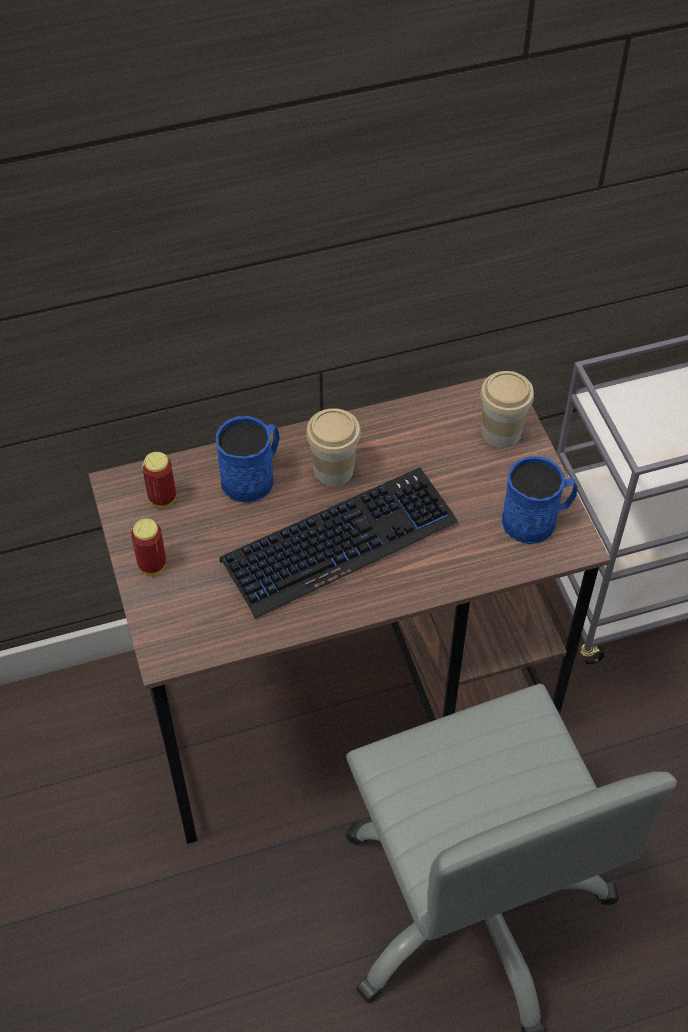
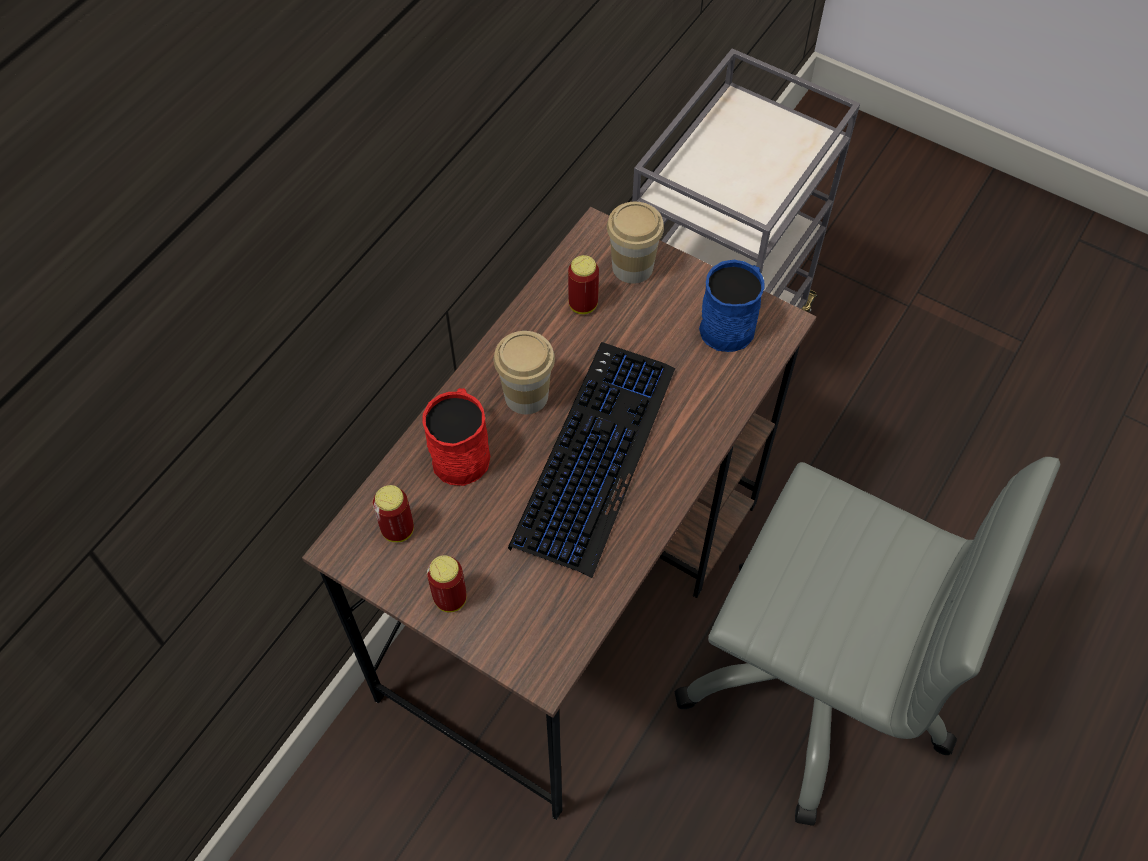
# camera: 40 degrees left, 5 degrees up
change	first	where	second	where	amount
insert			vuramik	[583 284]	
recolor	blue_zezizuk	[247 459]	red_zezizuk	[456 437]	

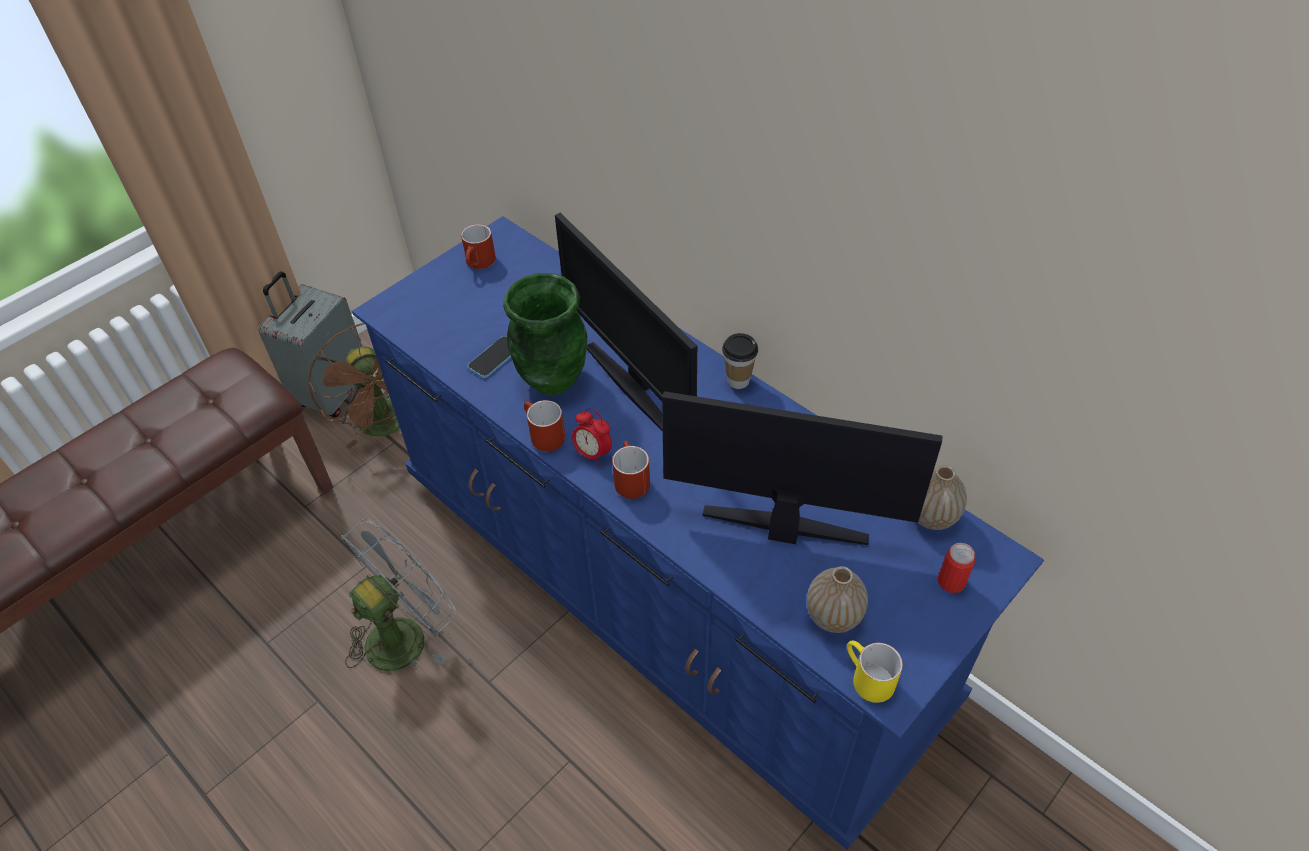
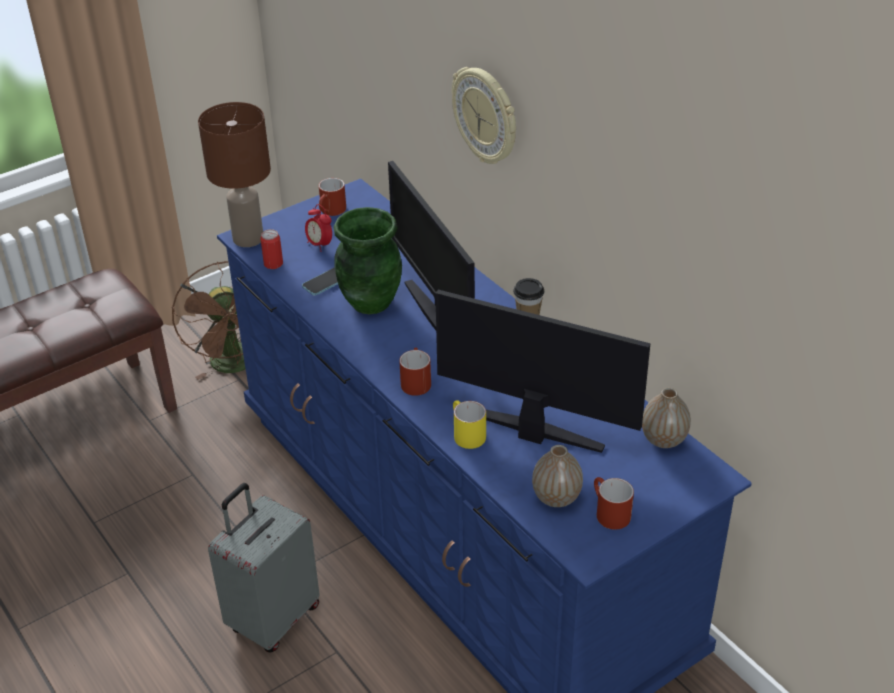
# camera: 10 degrees right, 10 degrees down
change	first	where	second	where	amount
delete	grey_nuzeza	[397 595]			
insert			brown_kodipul	[234 174]	
insert			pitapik	[484 115]	
move	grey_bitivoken	[310 344]		[264 568]	
move	red_zezizuk	[544 426]		[614 503]	
move	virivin	[592 437]		[318 228]	
move	yellow_zezizuk	[875 671]		[469 424]	
move	vuramik	[956 568]		[272 249]	

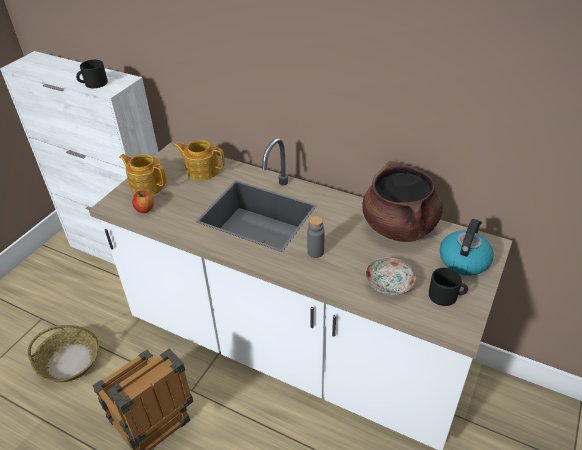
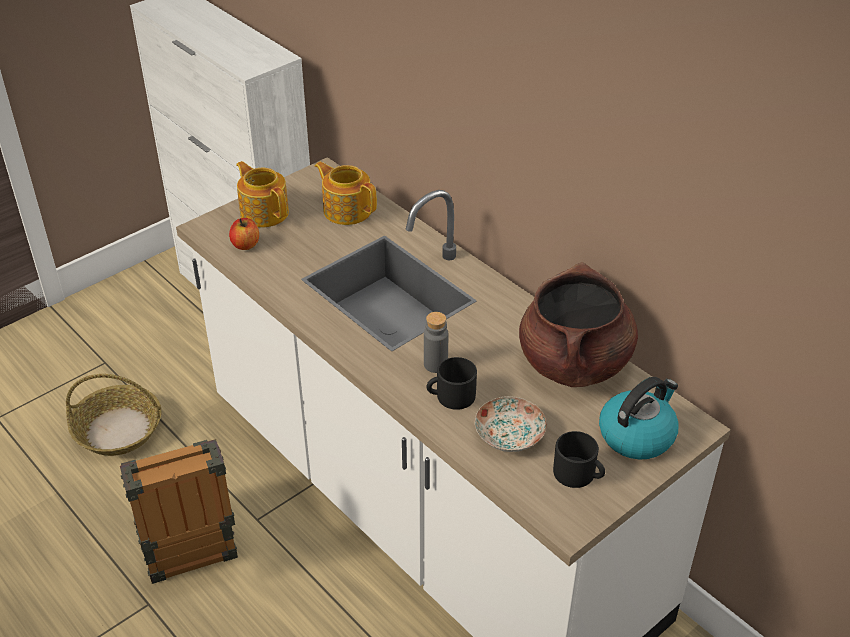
# camera: 20 degrees right, 0 degrees up
change	first	where	second	where	amount
move	black_zezizuk	[92 74]		[452 383]	

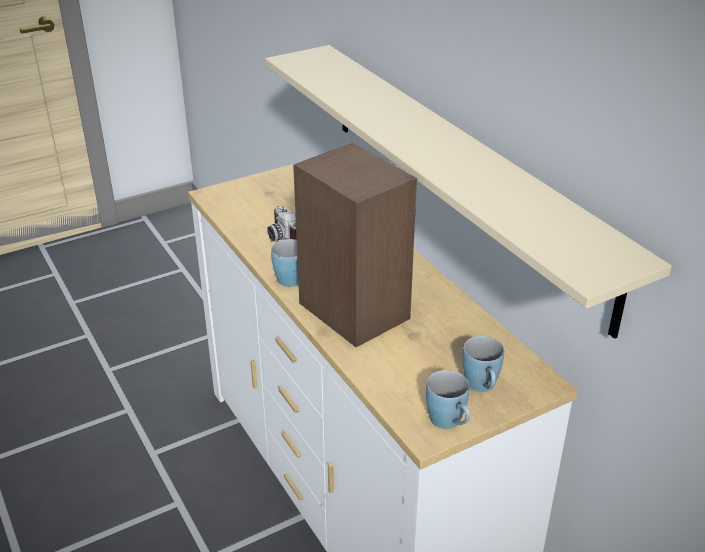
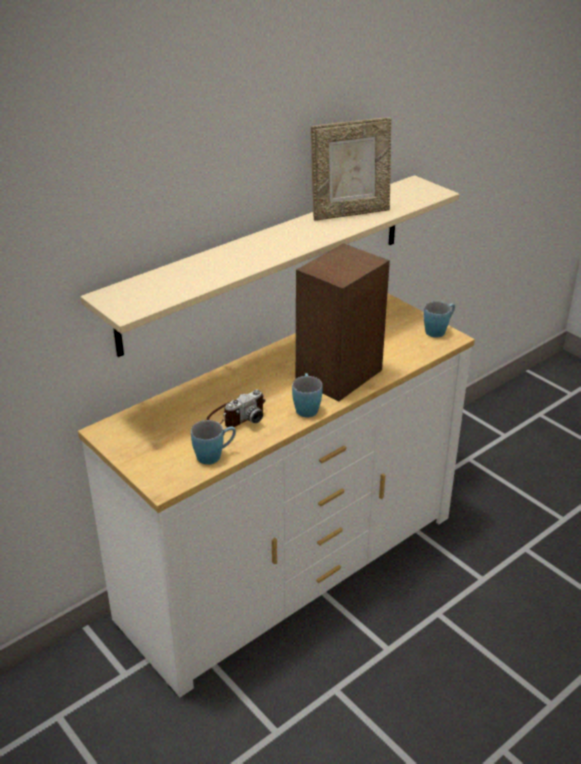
# camera: 100 degrees left, 0 degrees up
change	first	where	second	where	amount
insert			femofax	[351 169]	
move	blue_zezizuk	[483 364]		[213 442]	

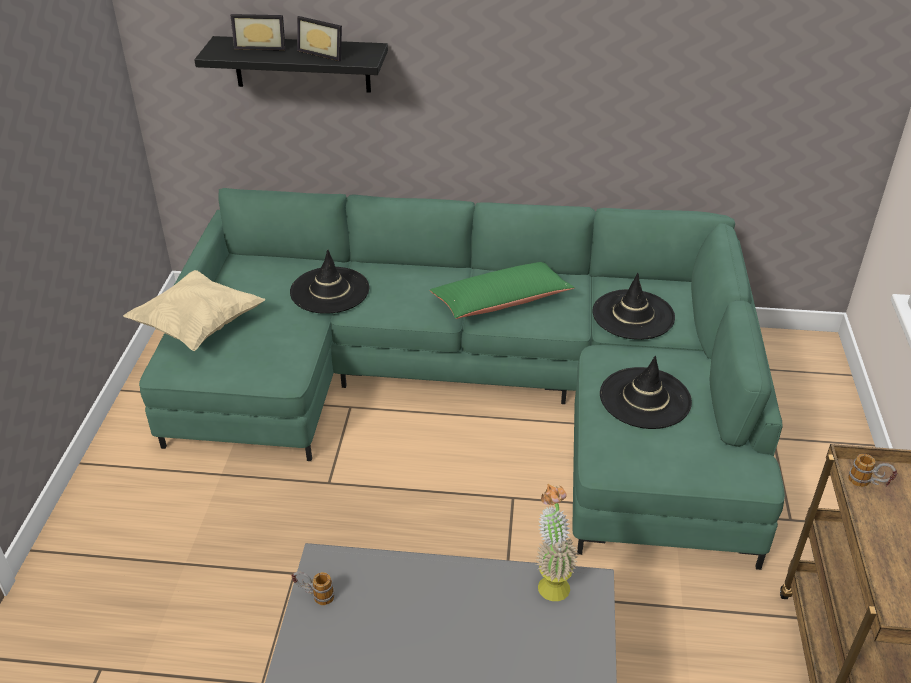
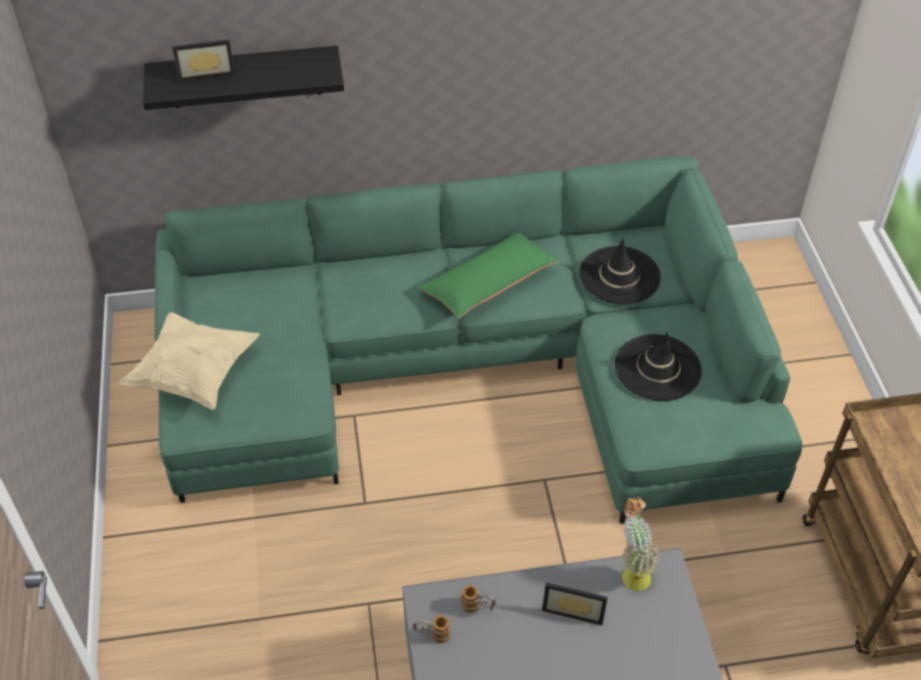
# camera: 15 degrees left, 10 degrees up
change	first	where	second	where	amount
delete	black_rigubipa	[329 281]			
move	femofax	[319 38]		[575 604]	
move	zezizuk	[872 470]		[478 599]	

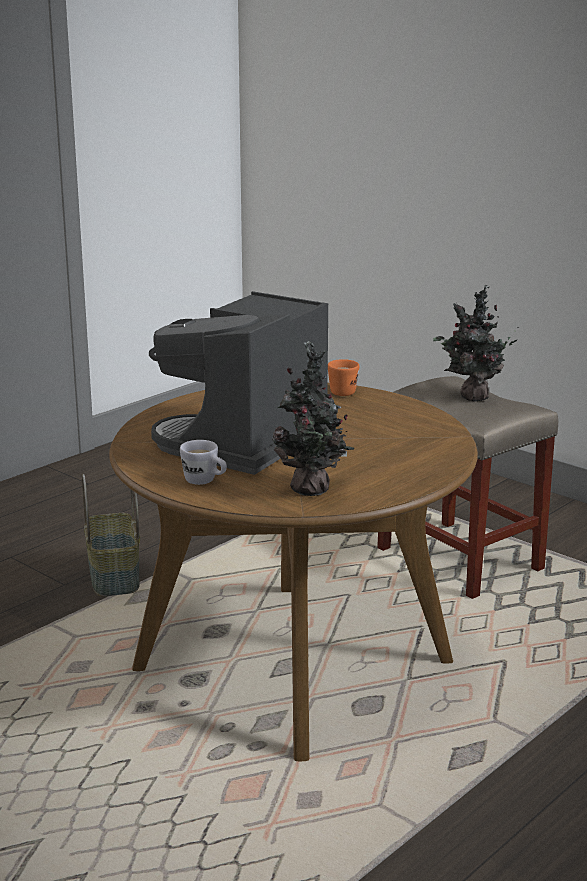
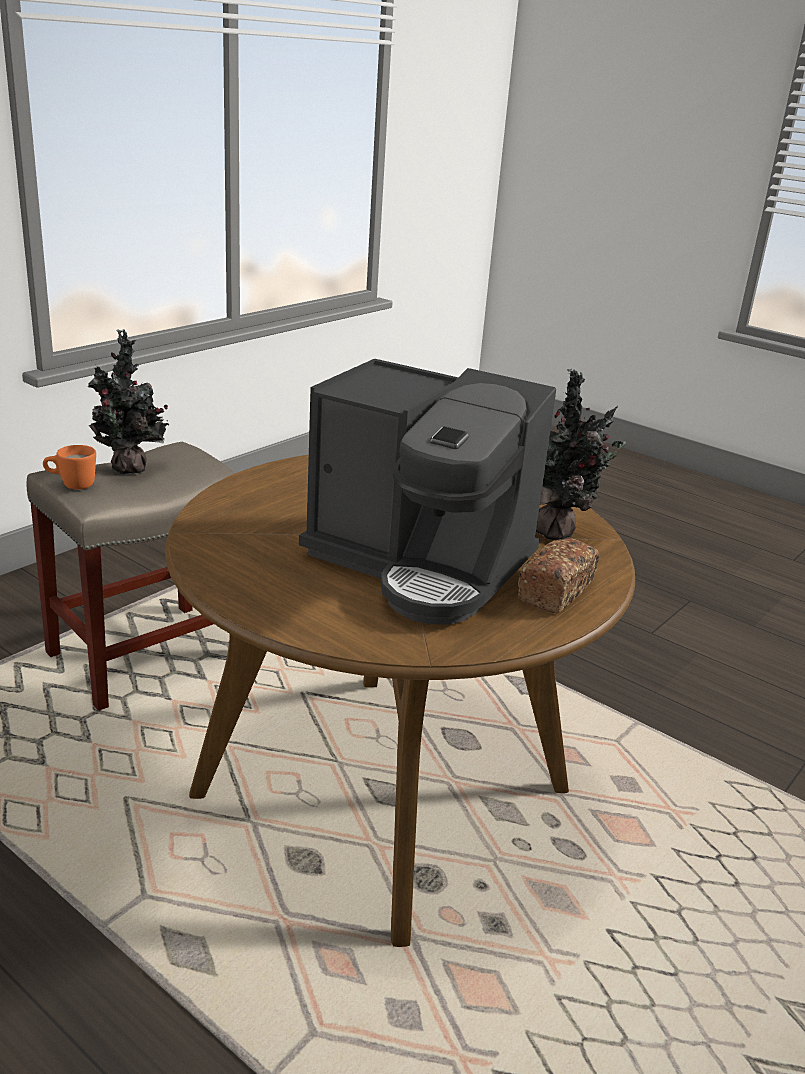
# camera: 95 degrees left, 5 degrees up
change	first	where	second	where	amount
delete	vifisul	[111 535]			
move	orange_zezizuk	[343 377]		[69 467]	
replace	white_zezizuk	[203 462]	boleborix	[558 575]	

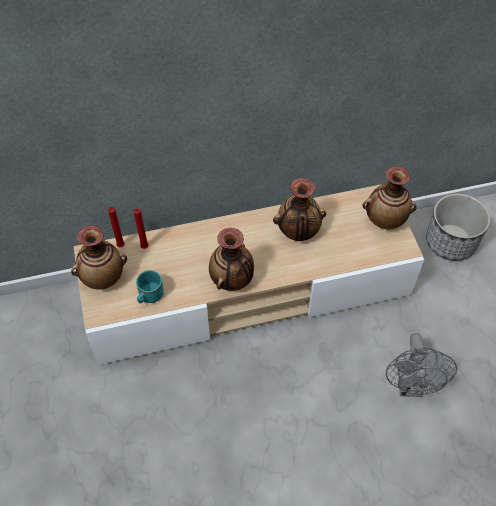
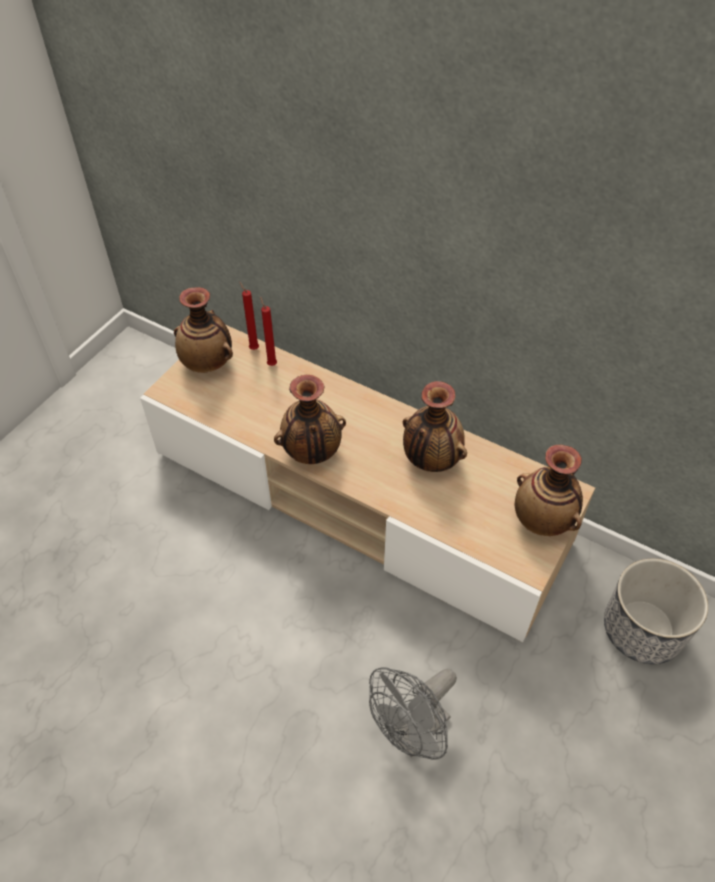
# camera: 45 degrees right, 5 degrees down
change	first	where	second	where	amount
delete	turquoise_zezizuk	[150 286]			

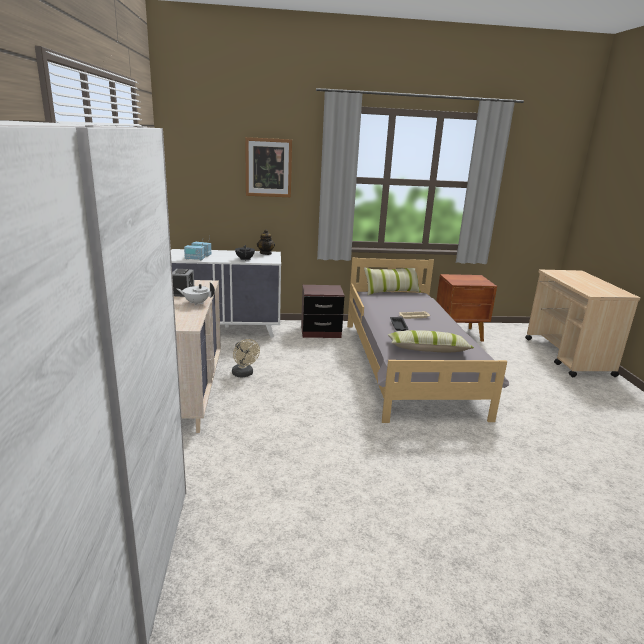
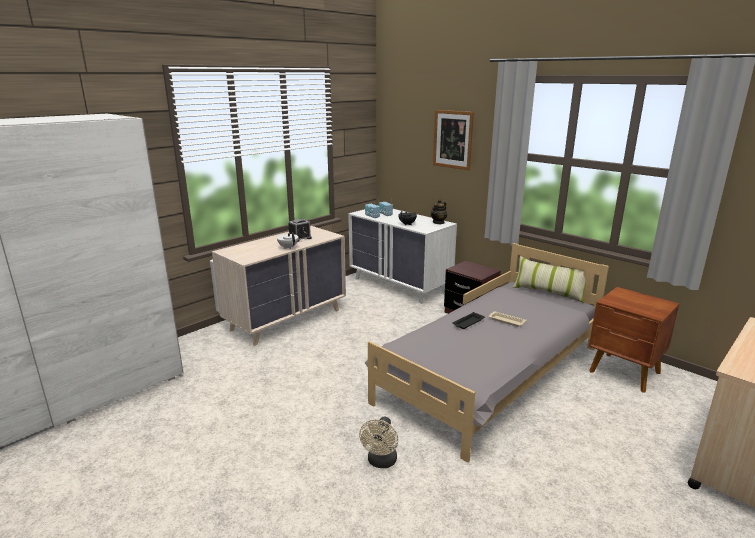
# camera: 50 degrees right, 0 degrees up
change	first	where	second	where	amount
delete	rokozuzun	[431 341]			
move	beige_nuzeza	[246 358]		[378 442]	

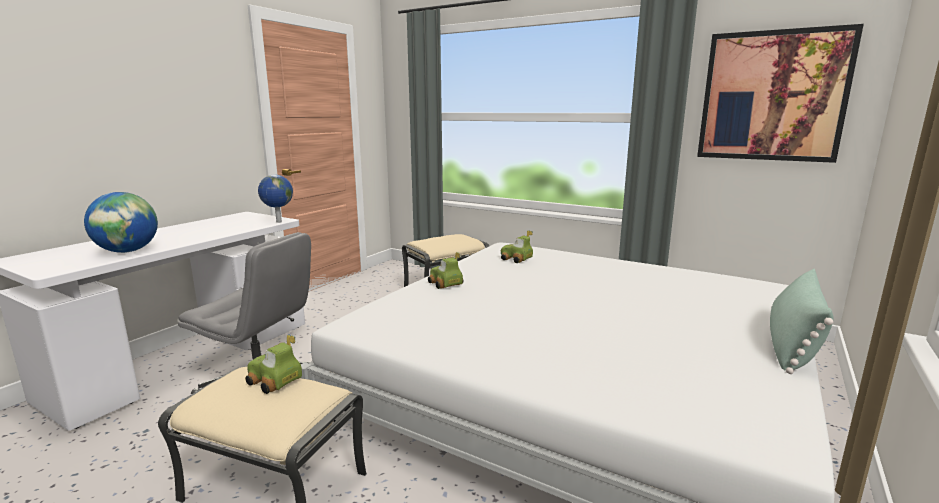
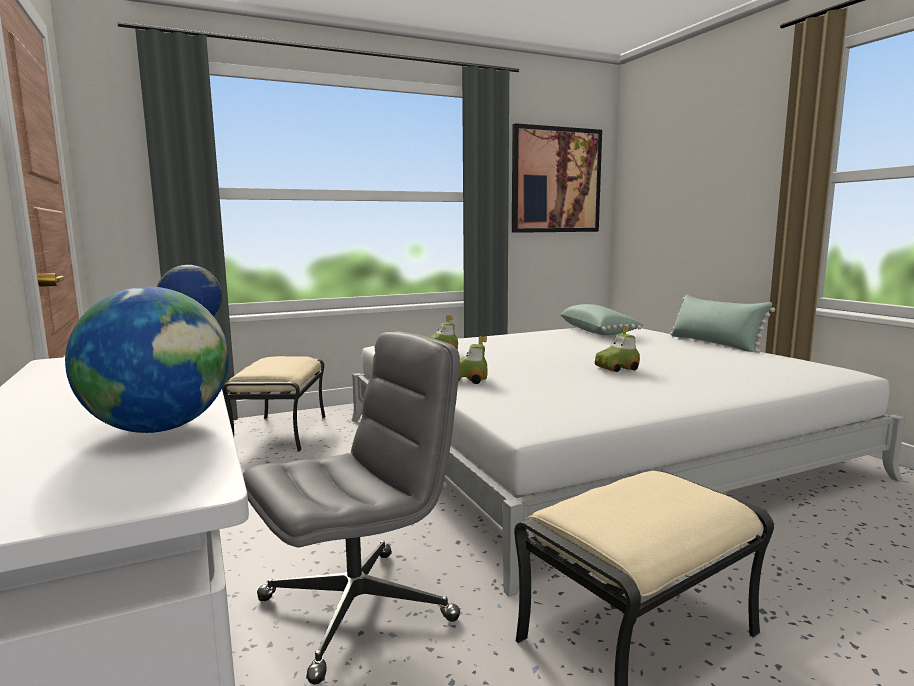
# camera: 55 degrees left, 5 degrees down
change	first	where	second	where	amount
insert			green_rokozuzun	[601 319]	
move	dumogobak	[273 364]		[617 349]	

